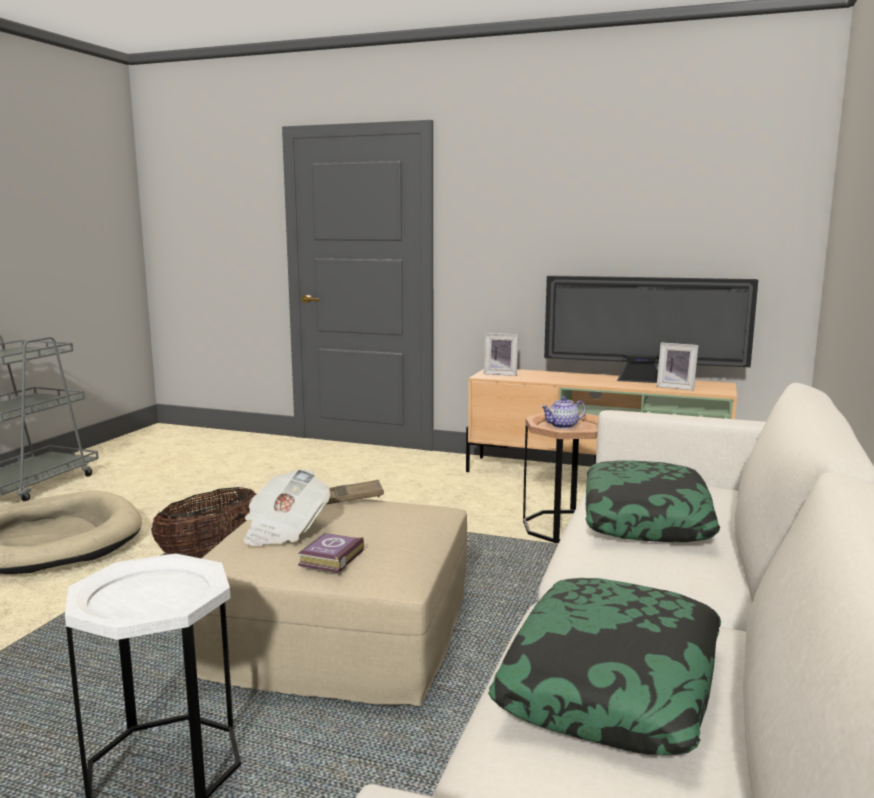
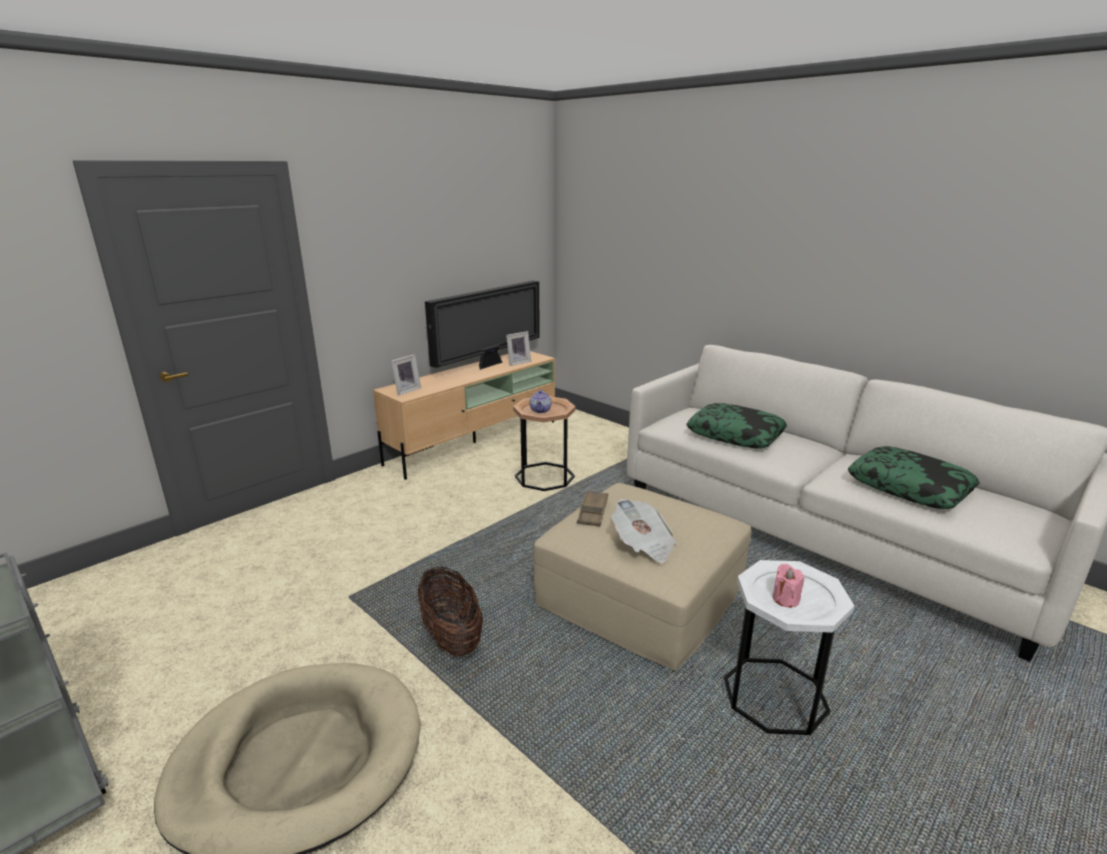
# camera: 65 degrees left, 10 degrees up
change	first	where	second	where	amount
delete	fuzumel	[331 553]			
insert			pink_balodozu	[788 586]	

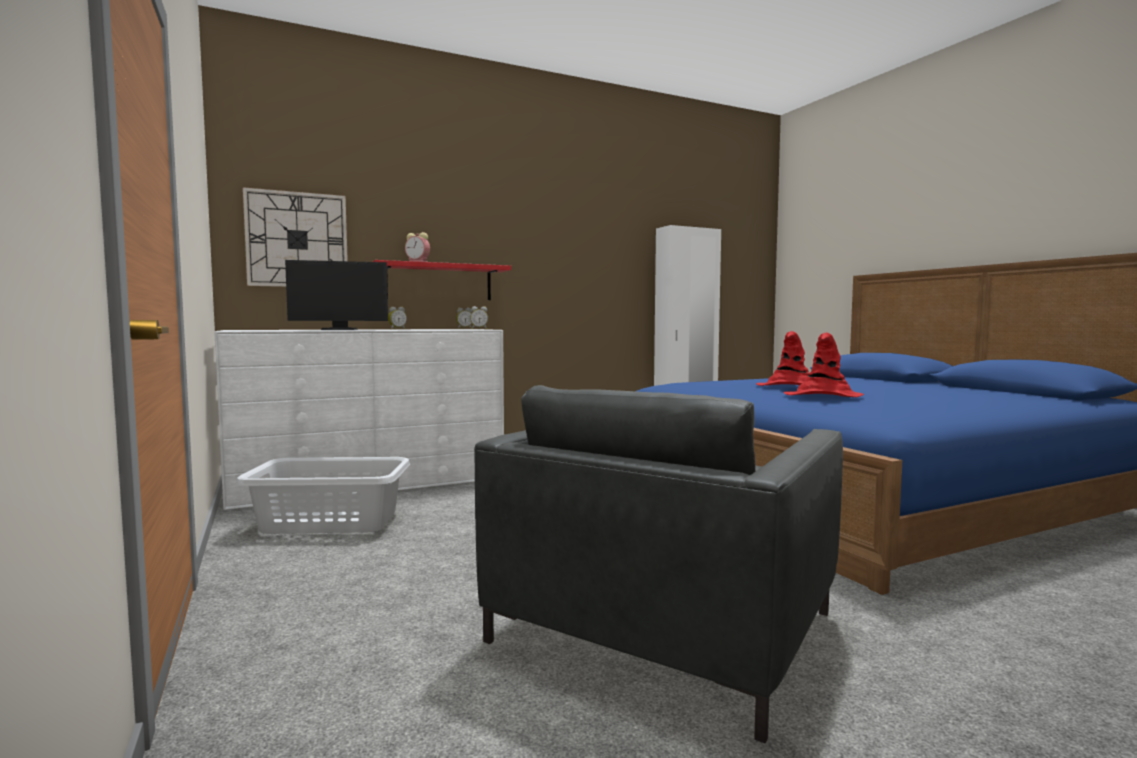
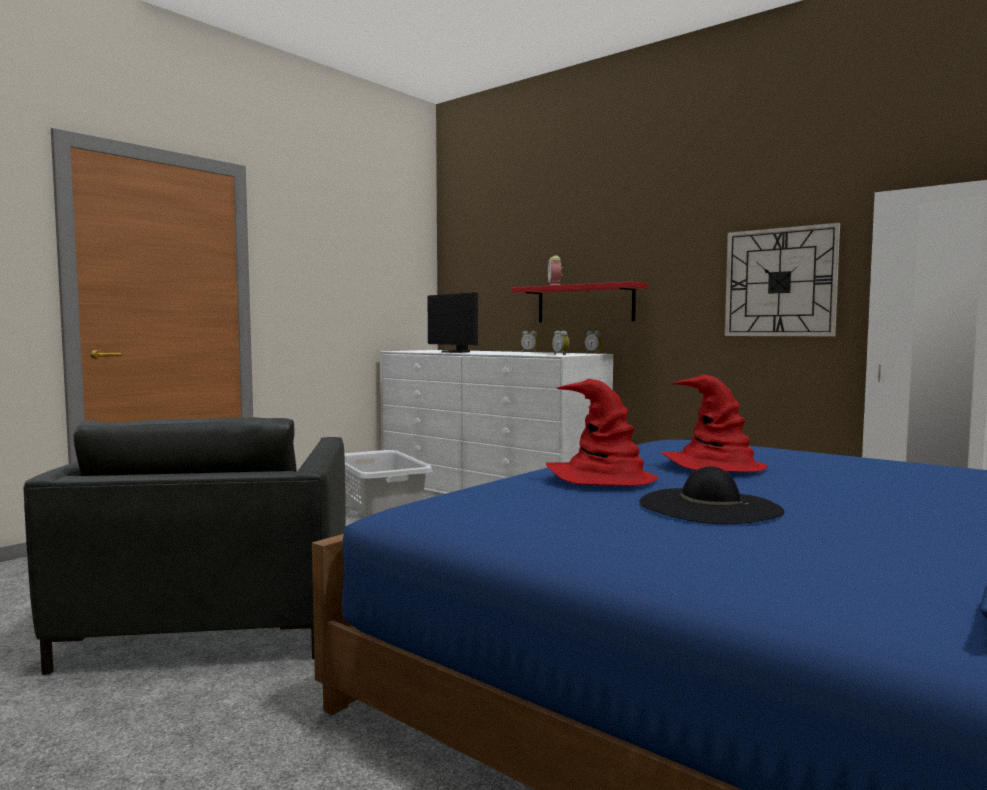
# camera: 65 degrees right, 0 degrees up
change	first	where	second	where	amount
insert			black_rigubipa	[712 495]	
move	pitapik	[295 237]		[782 279]	
rotate	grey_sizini	[658 564]		[185 546]	105 degrees counterclockwise

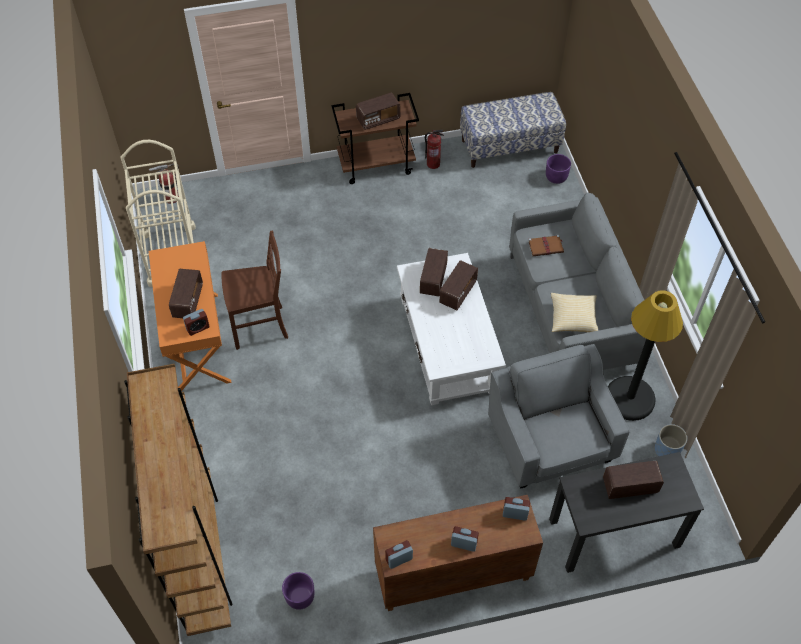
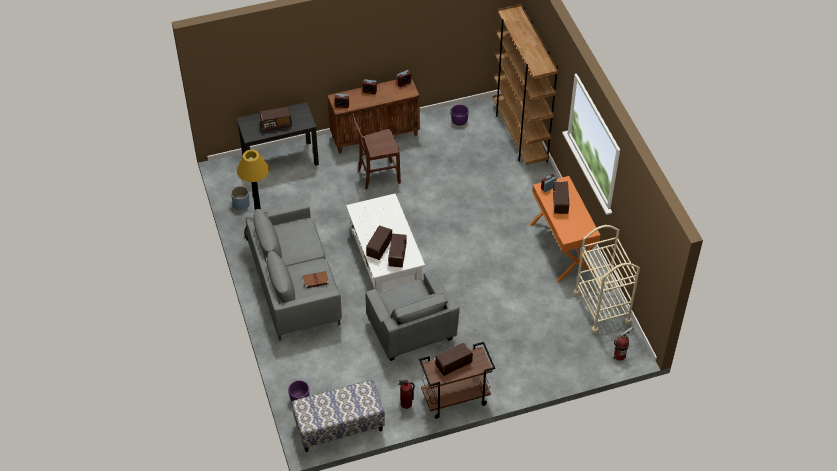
# camera: 175 degrees right, 5 degrees down
change	first	where	second	where	amount
delete	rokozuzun	[575 312]			
move	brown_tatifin	[254 290]		[376 151]	
move	grey_sizini	[559 416]		[412 315]	

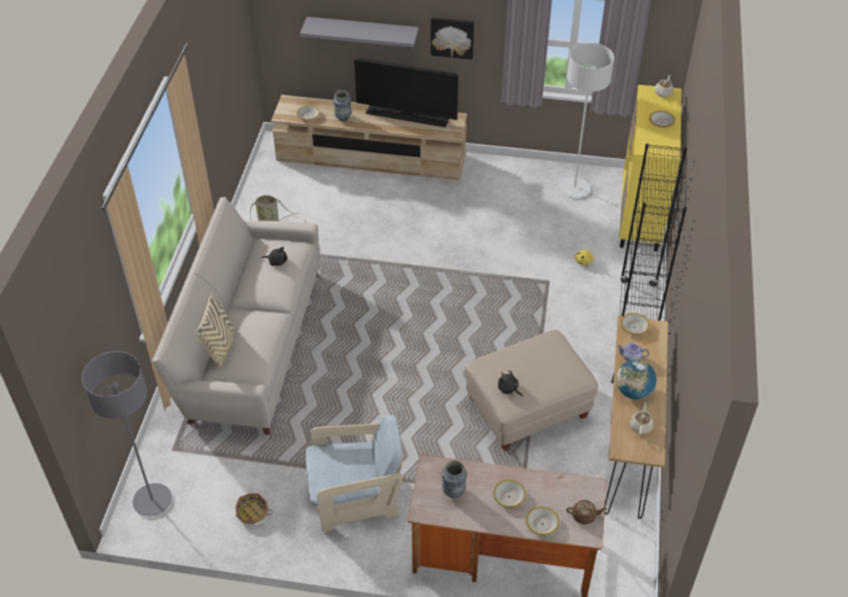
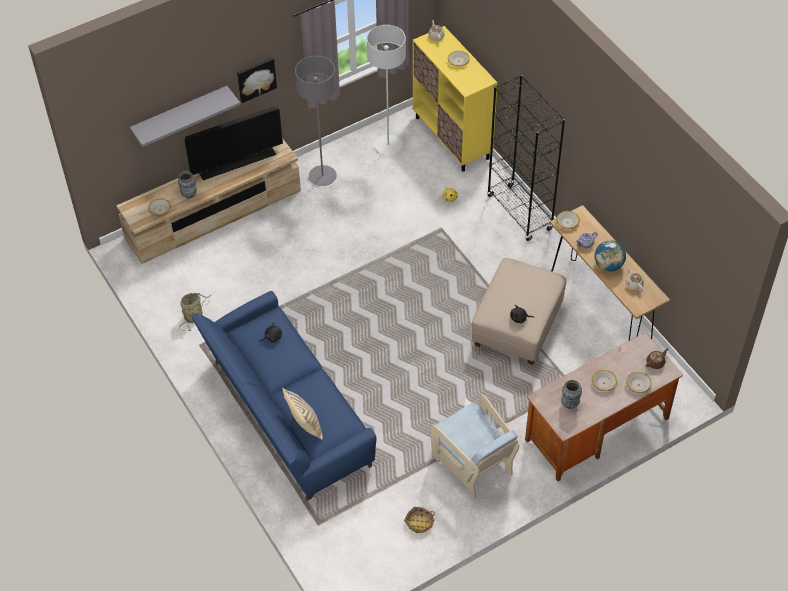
# camera: 40 degrees left, 5 degrees up
change	first	where	second	where	amount
move	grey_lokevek	[127 433]		[316 121]	
recolor	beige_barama	[236 316]	blue_barama	[284 396]	
rotate	beige_sizini	[354 473]		[475 446]	105 degrees clockwise

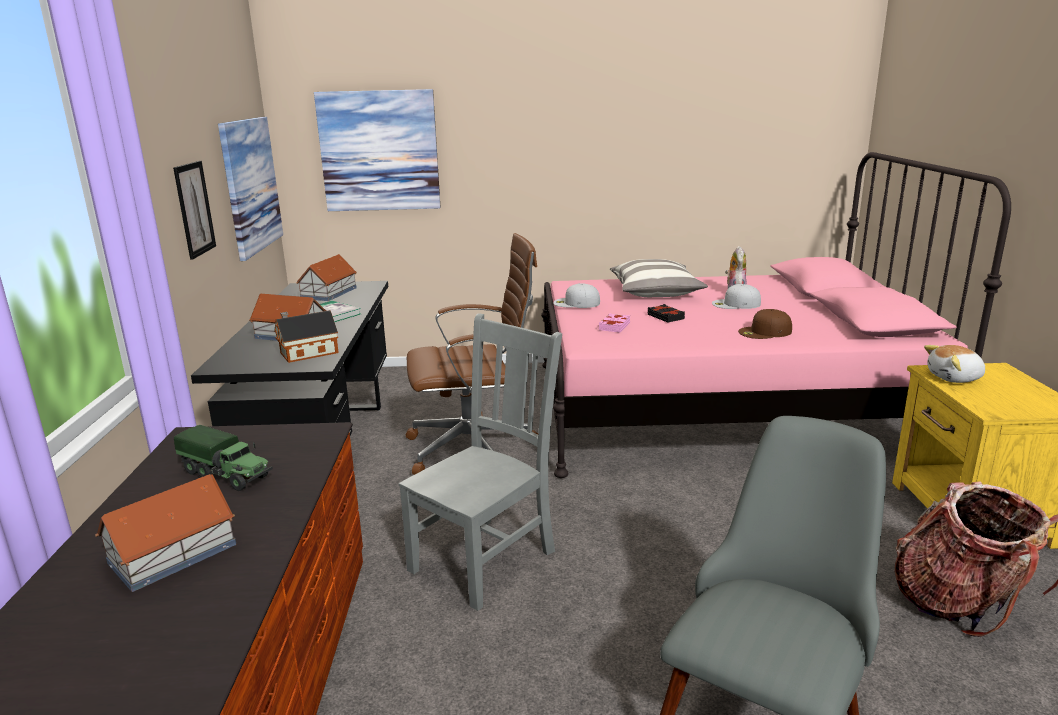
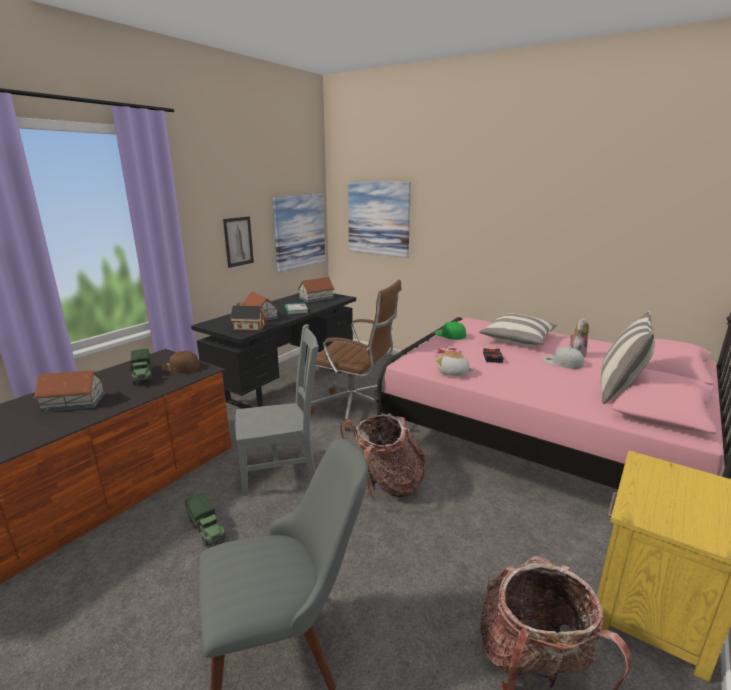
# camera: 35 degrees right, 0 degrees up
change	first	where	second	where	amount
insert			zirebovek	[205 519]	
insert			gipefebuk	[383 457]	
insert			rokozuzun	[627 357]	
move	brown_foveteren	[765 324]		[180 362]	
move	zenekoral	[954 364]		[454 362]	
recolor	white_foveteren	[576 295]	green_foveteren	[450 331]	

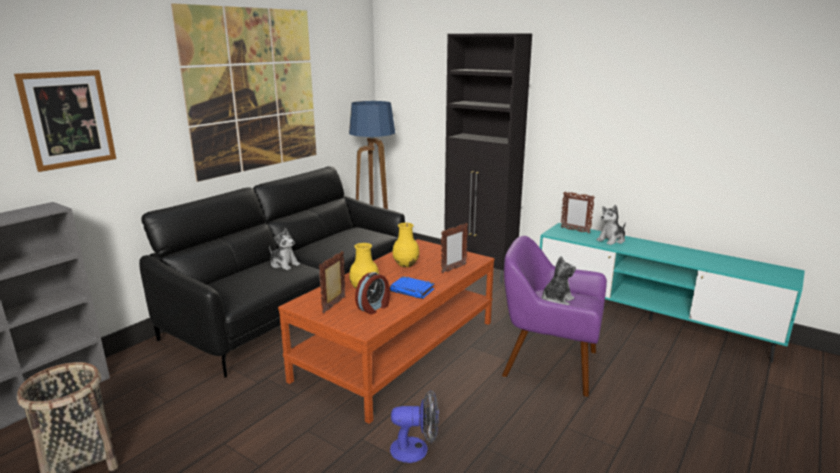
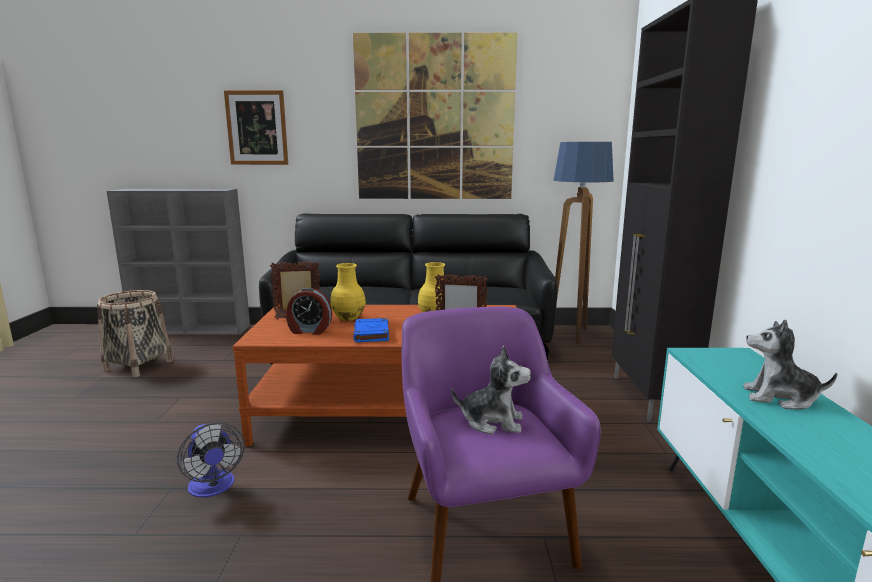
# camera: 55 degrees right, 5 degrees down
change	first	where	second	where	amount
delete	zenekoral	[284 249]			
delete	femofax	[578 213]			

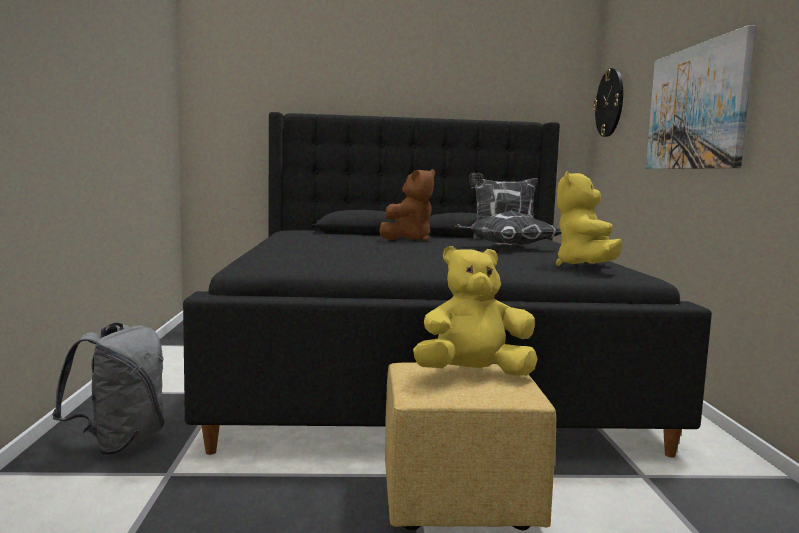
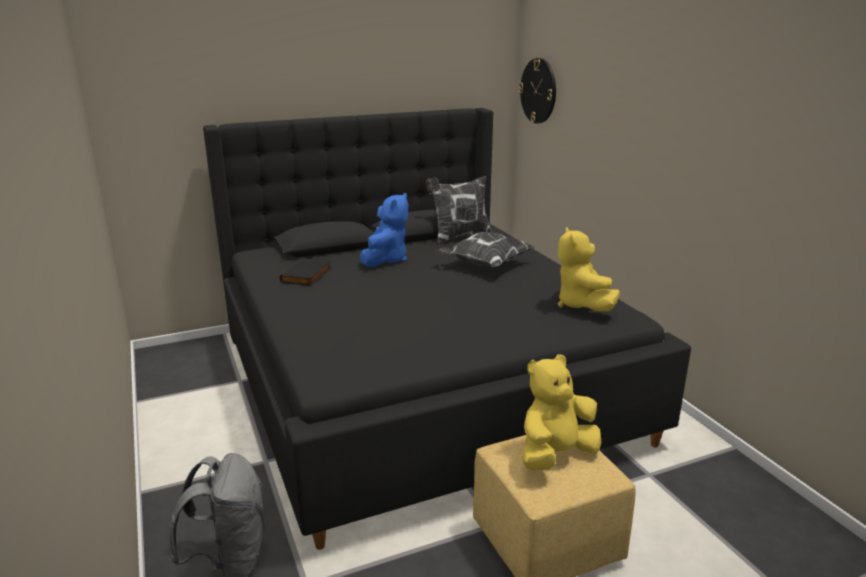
# camera: 20 degrees left, 15 degrees up
change	first	where	second	where	amount
delete	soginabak	[701 97]			
insert			black_fuzumel	[306 272]	
recolor	brown_zenekoral	[407 205]	blue_zenekoral	[384 230]	

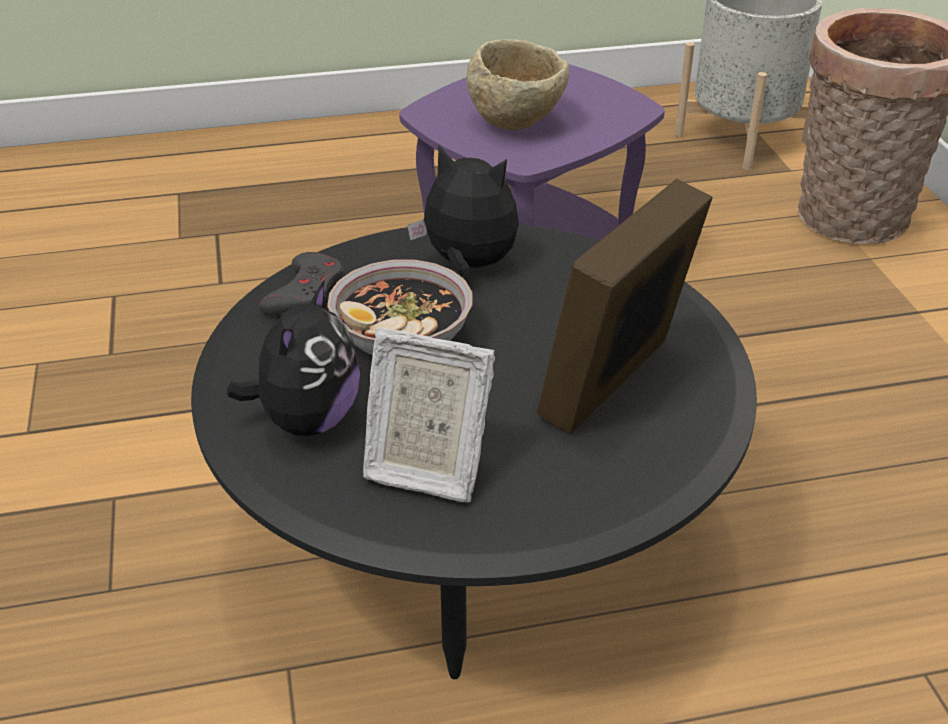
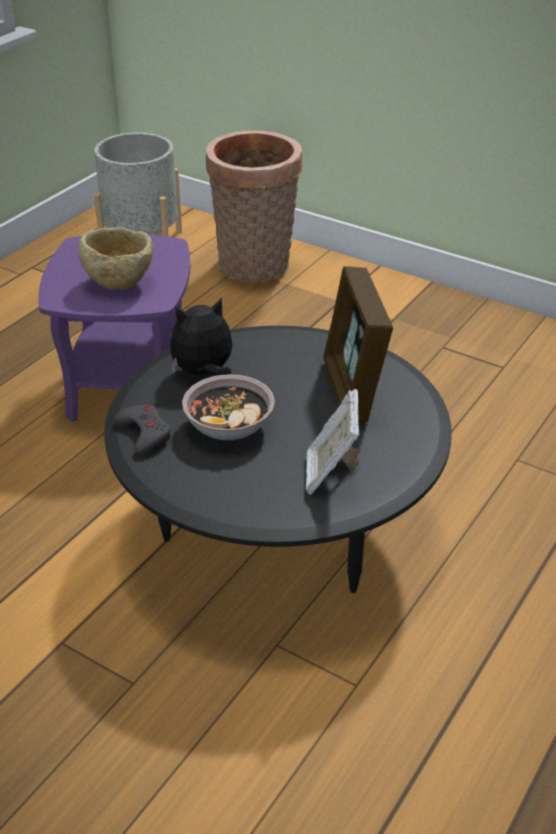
# camera: 45 degrees left, 0 degrees up
change	first	where	second	where	amount
delete	zenekoral	[293 357]			
rotate	femofax	[429 414]		[332 442]	120 degrees clockwise

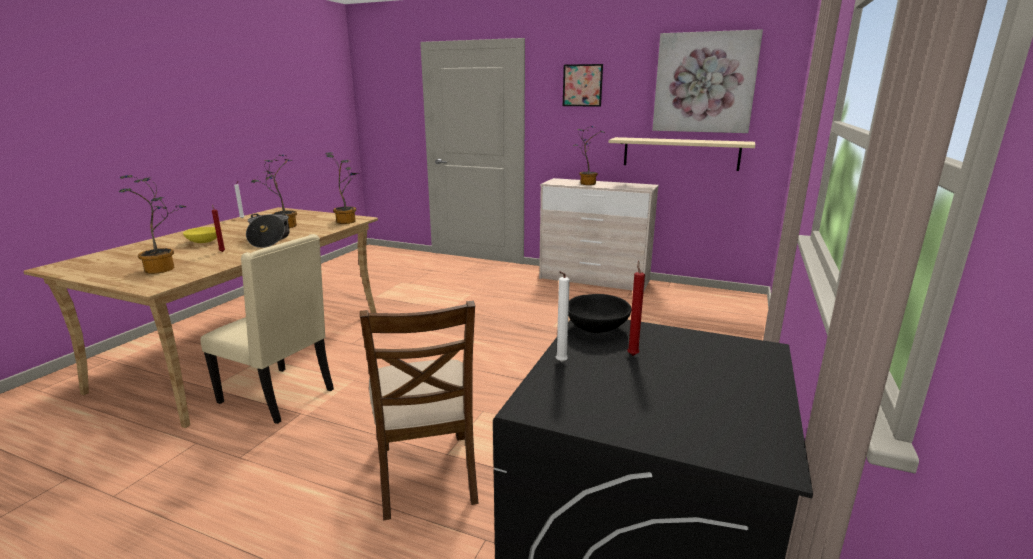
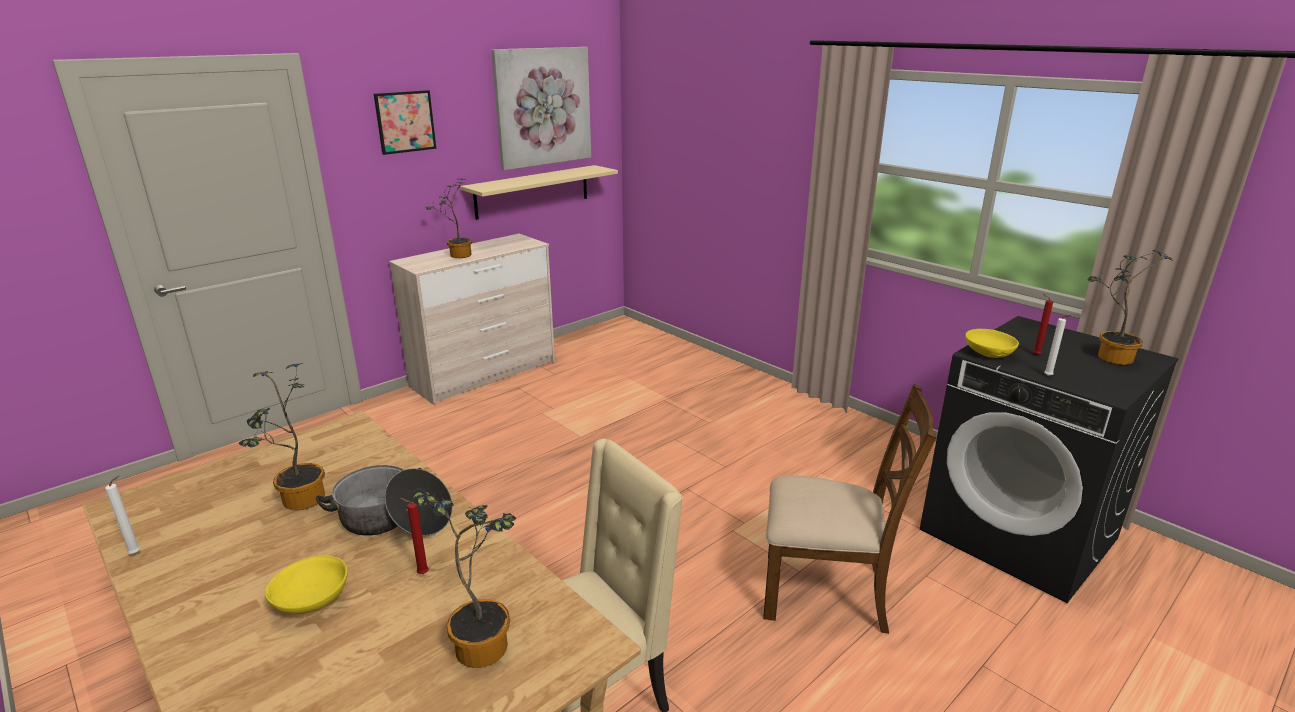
# camera: 65 degrees left, 5 degrees up
change	first	where	second	where	amount
move	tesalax	[342 188]		[1130 307]	
recolor	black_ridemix	[600 313]	yellow_ridemix	[992 343]	

